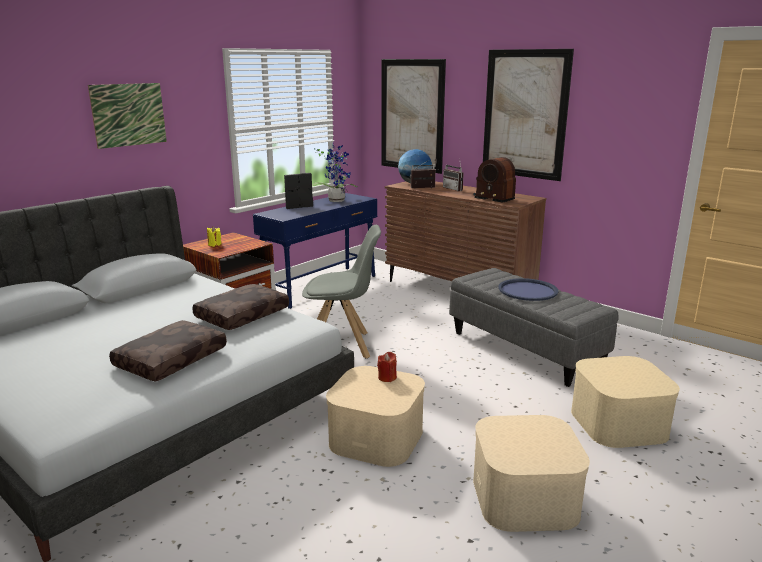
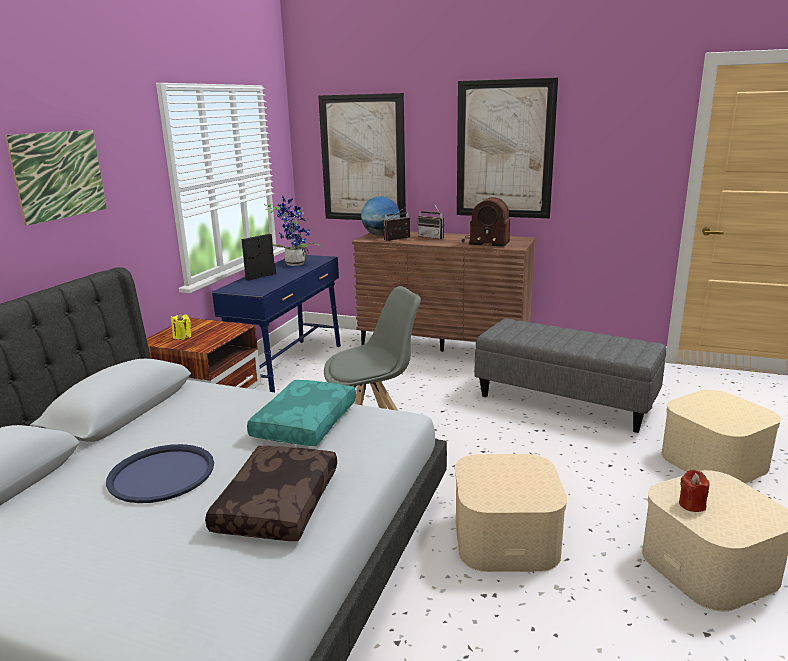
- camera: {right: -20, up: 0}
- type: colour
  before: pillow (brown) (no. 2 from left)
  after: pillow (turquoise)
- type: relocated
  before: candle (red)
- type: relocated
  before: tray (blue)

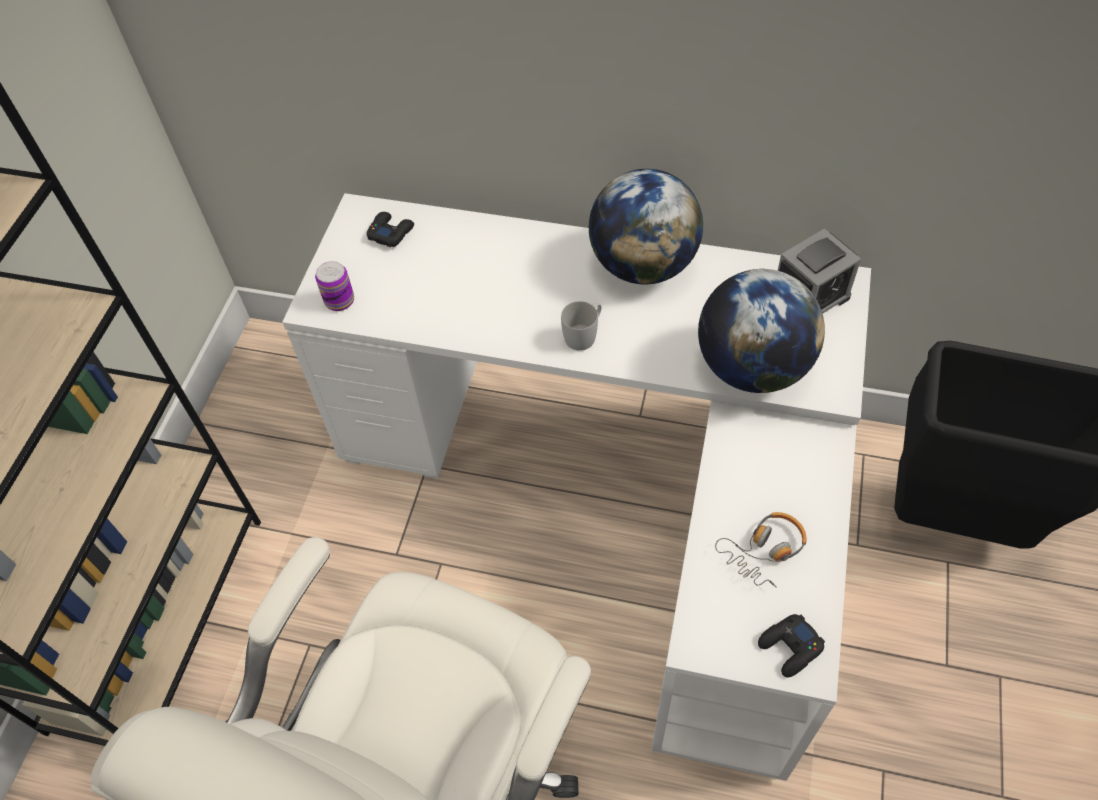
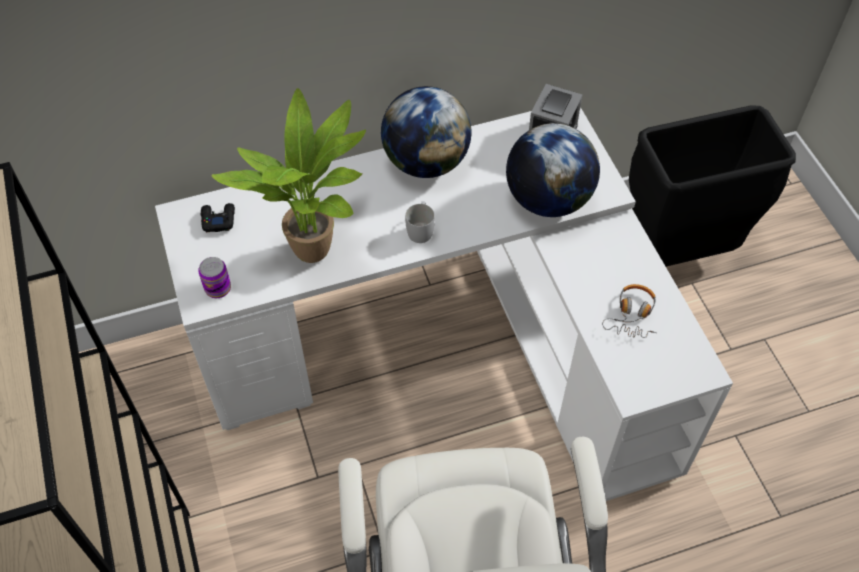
- camera: {right: -35, up: 0}
- type: missing
  before: game controller (black) (no. 2 from left)
- type: appeared
  after: potted plant

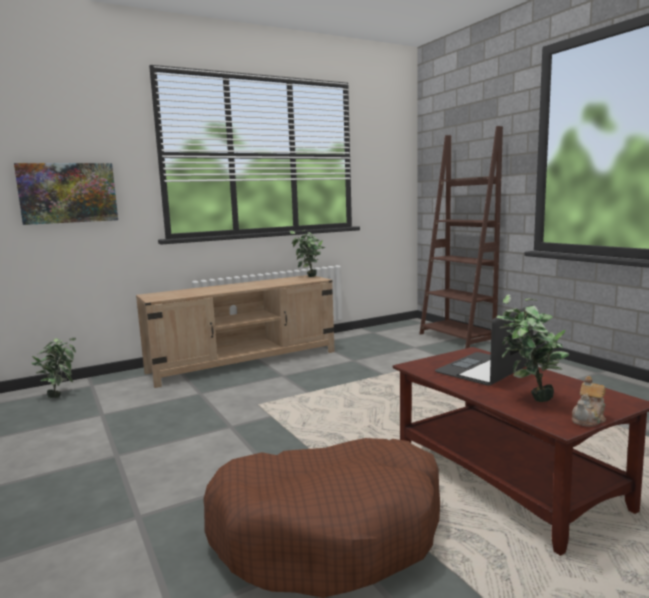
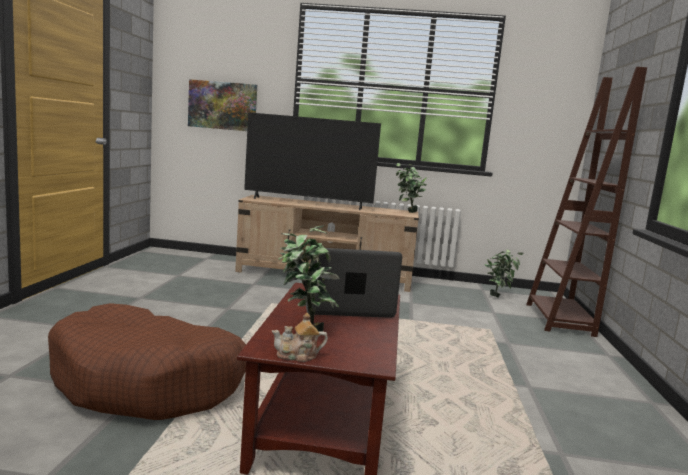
- camera: {right: 35, up: 0}
- type: relocated
  before: potted plant (no. 1 from left in the first image)
  after: potted plant (no. 3 from left)
- type: appeared
  after: television

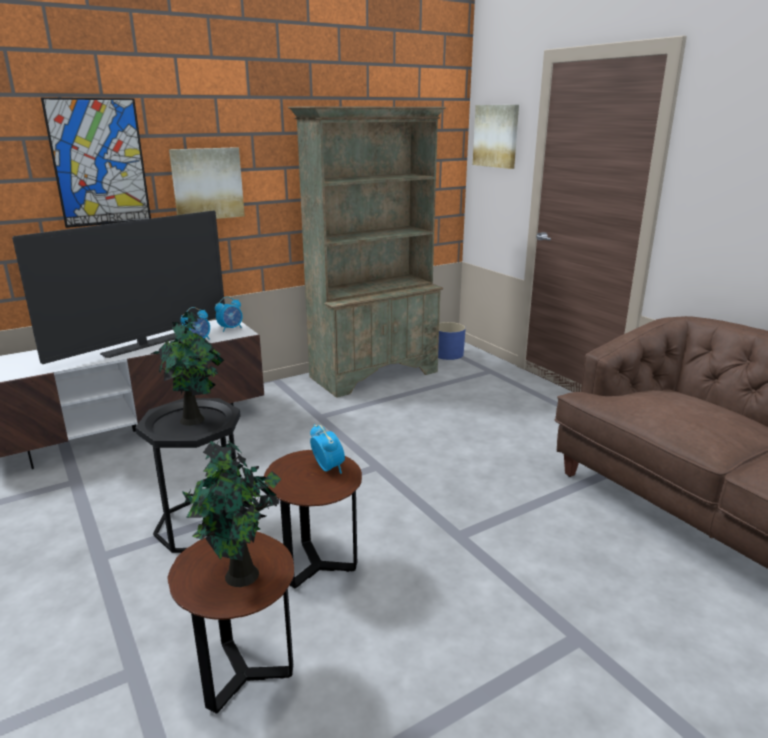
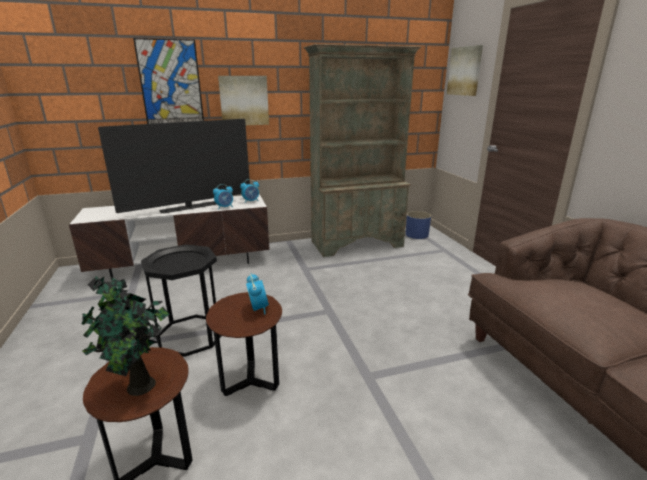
- camera: {right: 15, up: 0}
- type: missing
  before: potted plant (no. 1 from left)

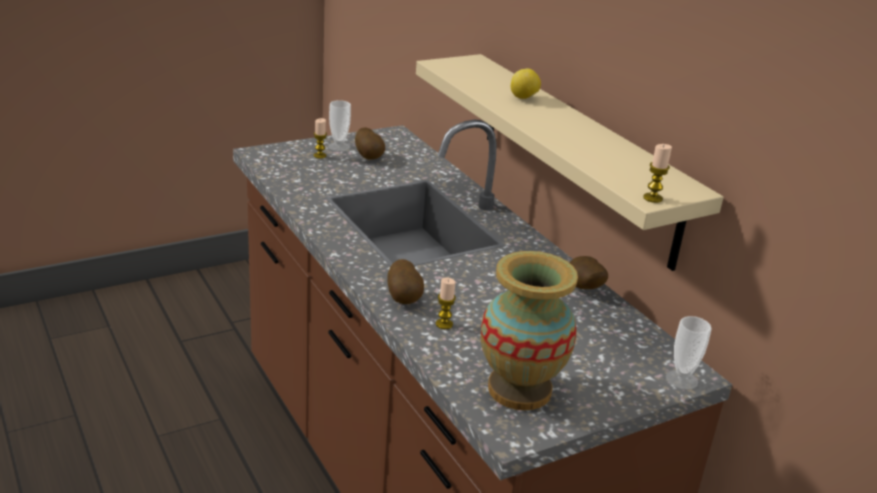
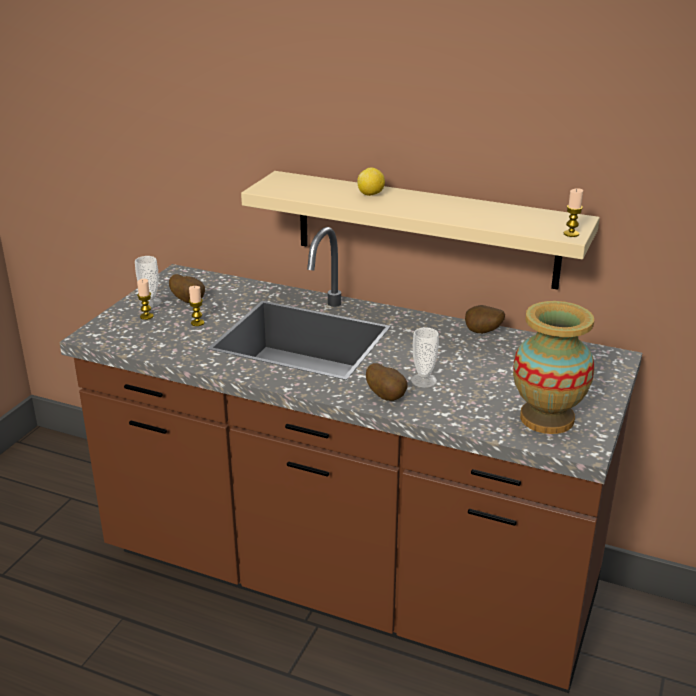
- camera: {right: -35, up: 0}
- type: relocated
  before: candle (no. 2 from left)
- type: relocated
  before: cup (no. 2 from left)

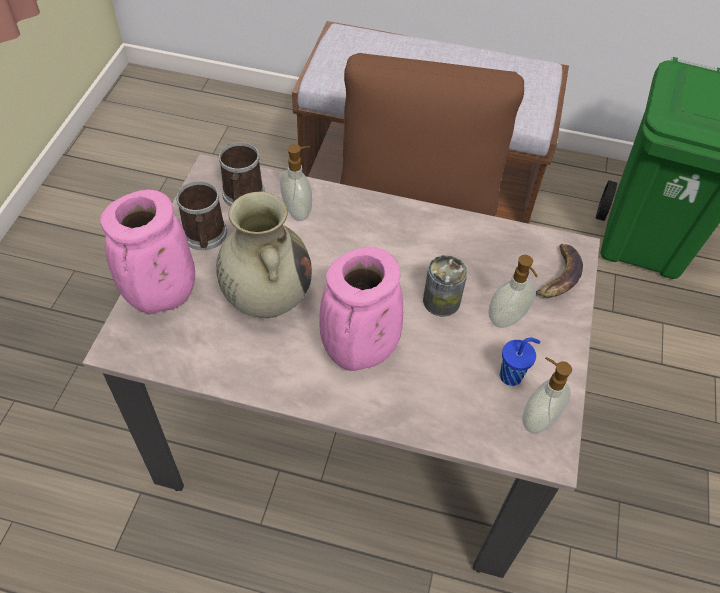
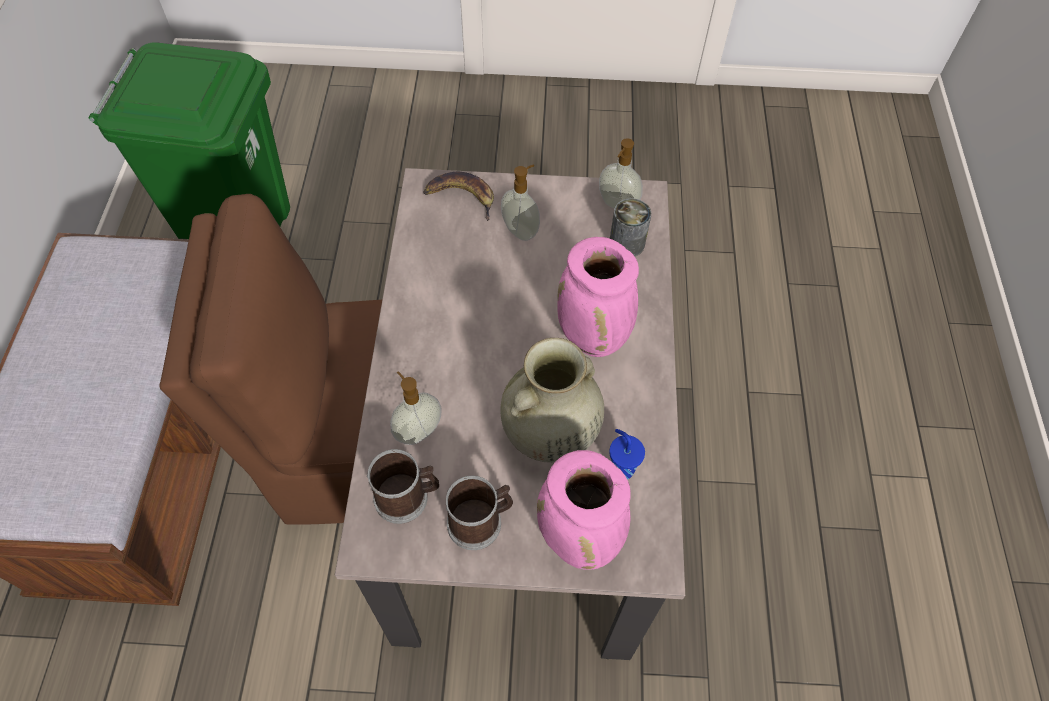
- camera: {right: -100, up: 5}
- type: relocated
  before: can
- type: relocated
  before: cup (blue)

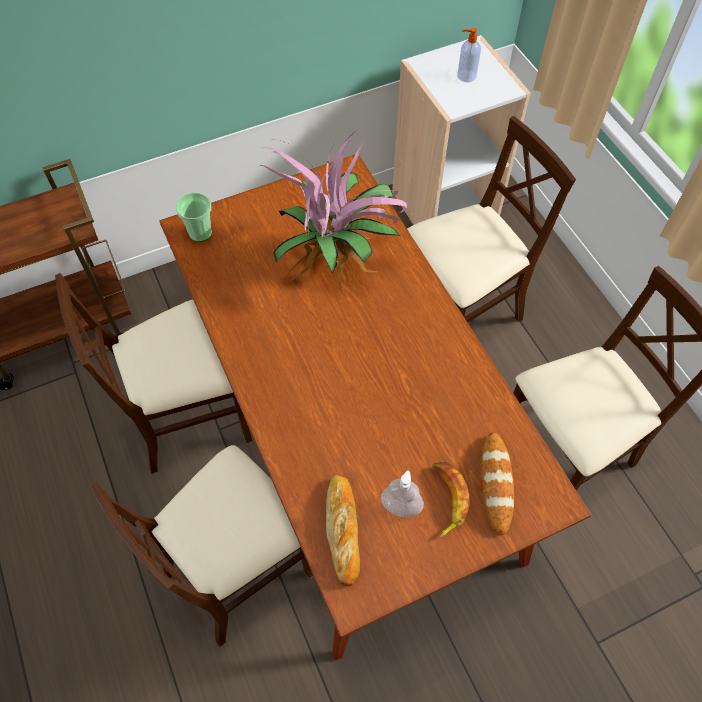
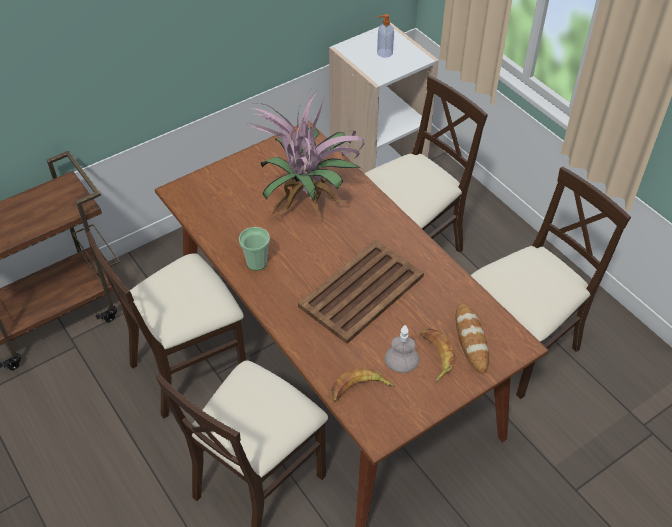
- camera: {right: -10, up: -10}
- type: relocated
  before: cup
- type: exchanged
  before: bread (no. 1 from left)
  after: banana (no. 1 from left)
- type: appeared
  after: tray (brown)

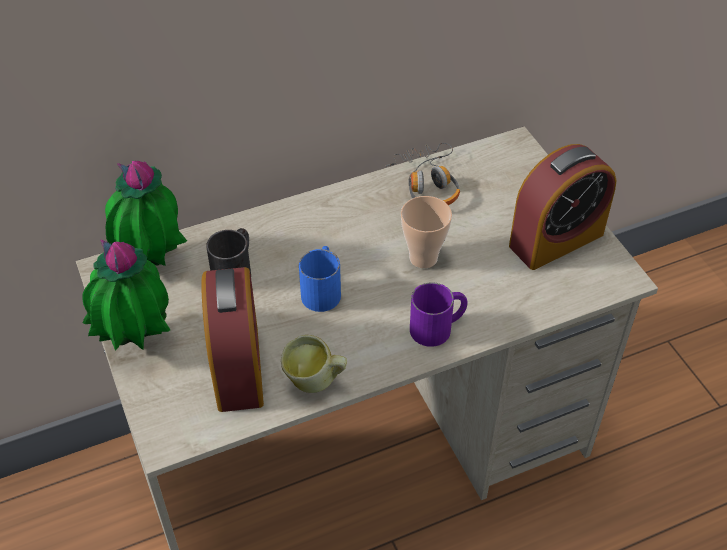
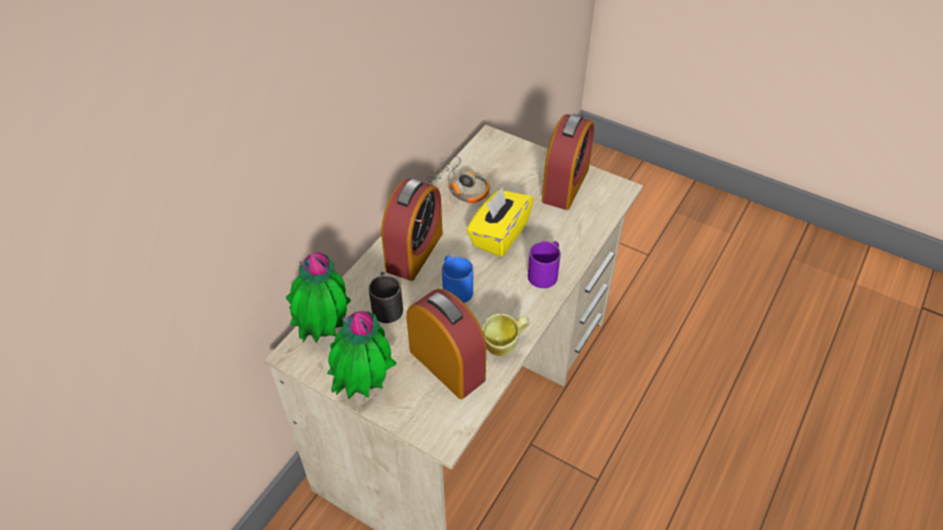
- camera: {right: -35, up: 0}
- type: exchanged
  before: cup
  after: tissue box (yellow)
- type: appeared
  after: alarm clock (no. 1 from left)

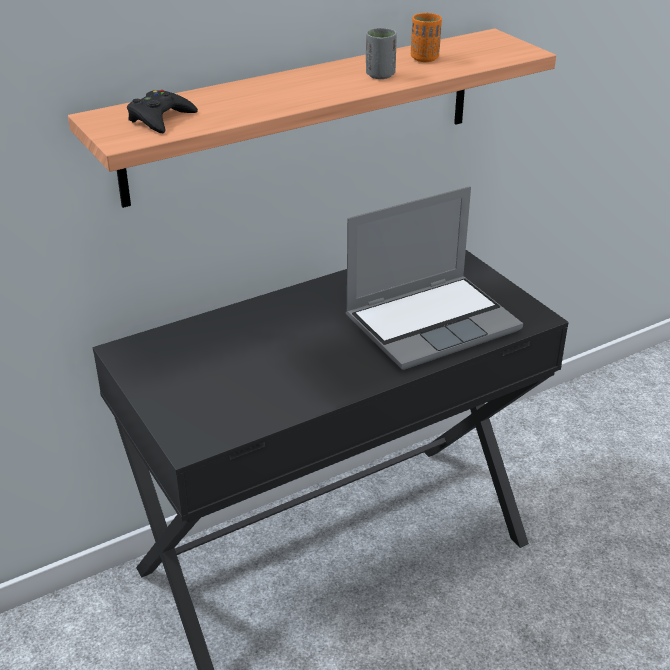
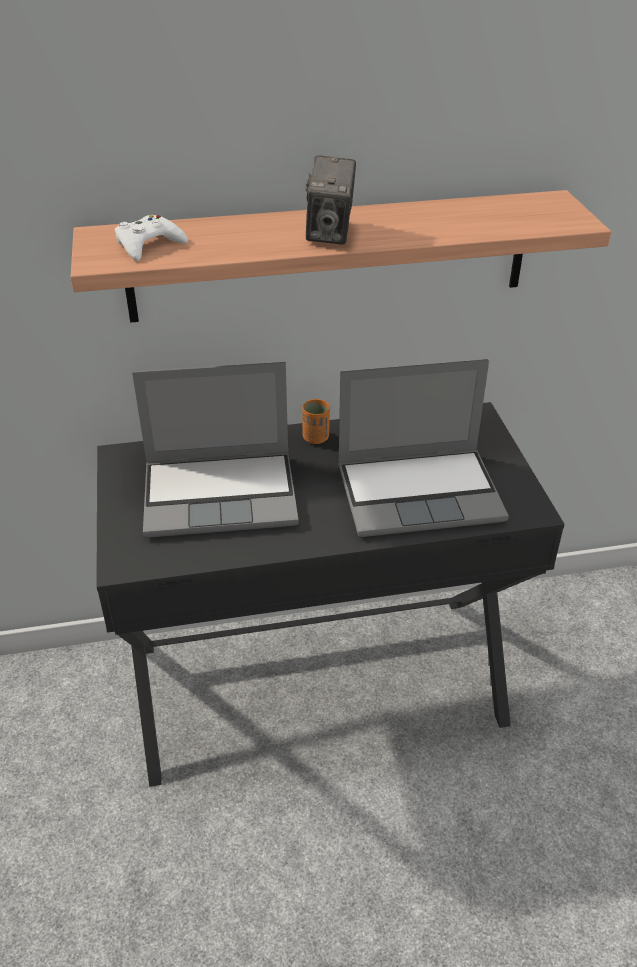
- camera: {right: 20, up: 5}
- type: colour
  before: game controller (black)
  after: game controller (white)
- type: missing
  before: cup (grey)
- type: relocated
  before: cup (orange)
- type: appeared
  after: laptop (no. 1 from left)
- type: appeared
  after: photo camera

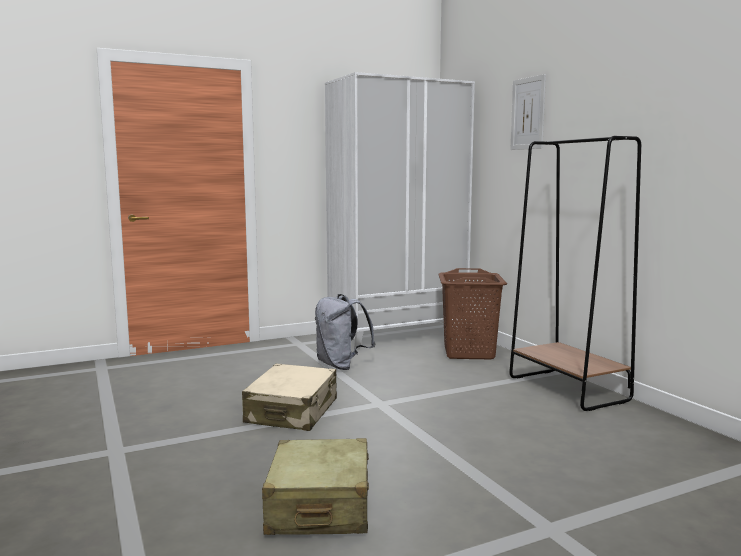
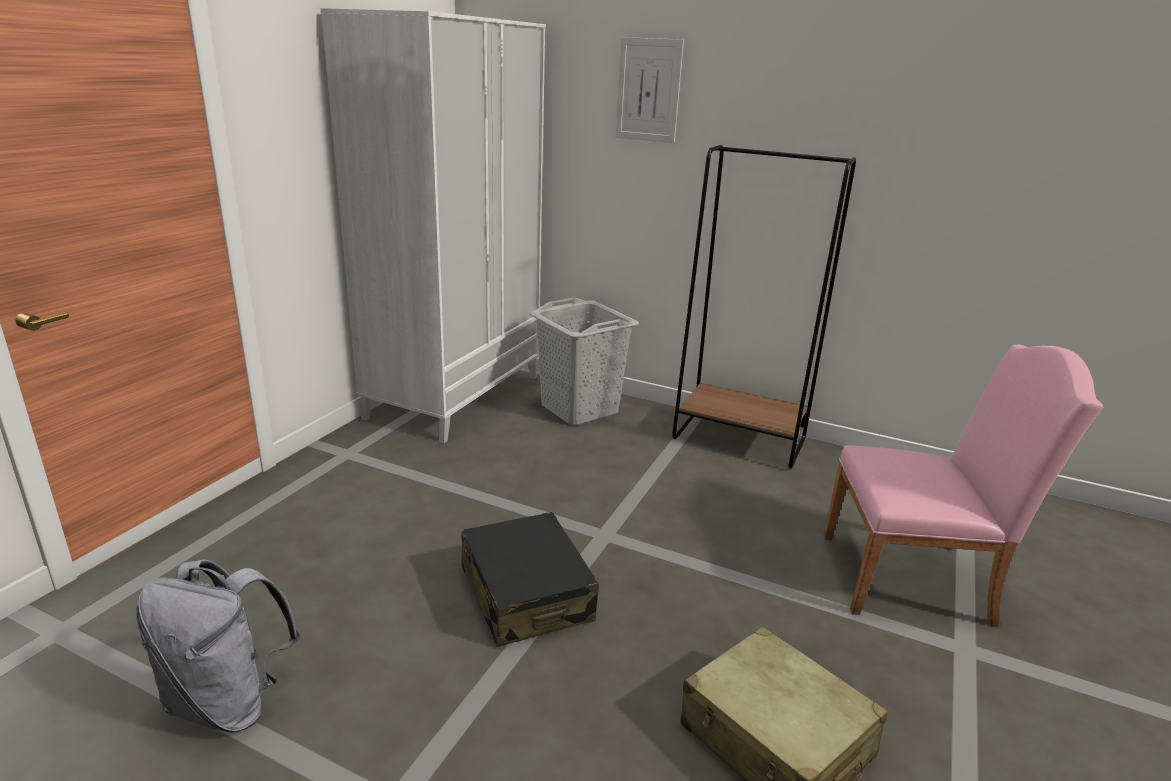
- camera: {right: -40, up: 15}
- type: colour
  before: suitcase (beige) (no. 1 from left)
  after: suitcase (black)
- type: relocated
  before: backpack (grey)
- type: colour
  before: laundry basket (brown)
  after: laundry basket (grey)
- type: appeared
  after: chair (pink)

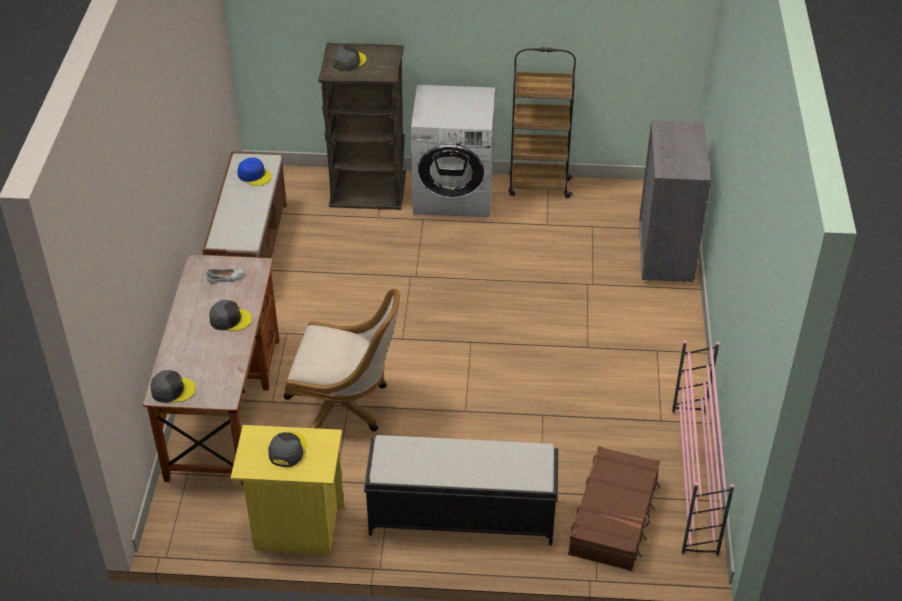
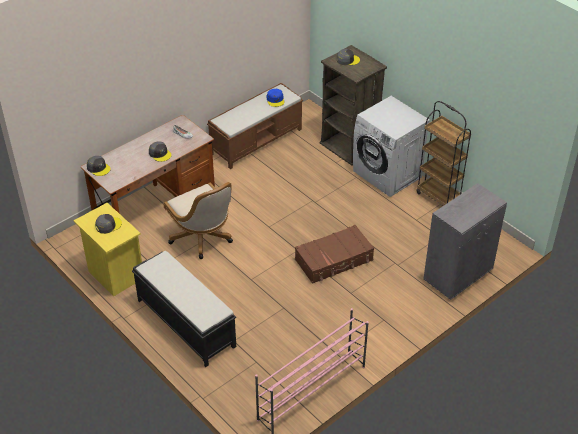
- camera: {right: 45, up: 0}
- type: relocated
  before: suitcase (brown)

